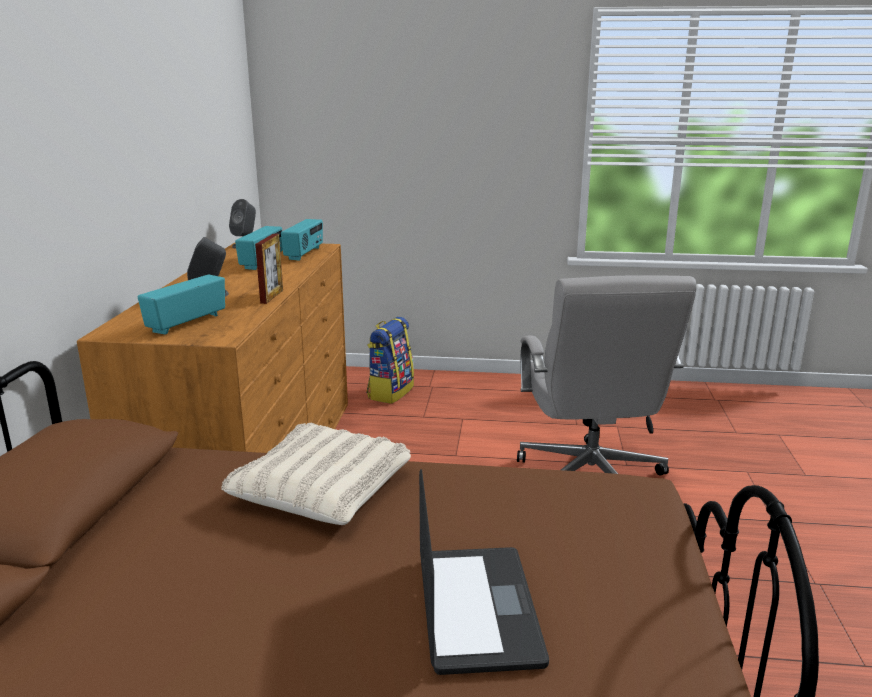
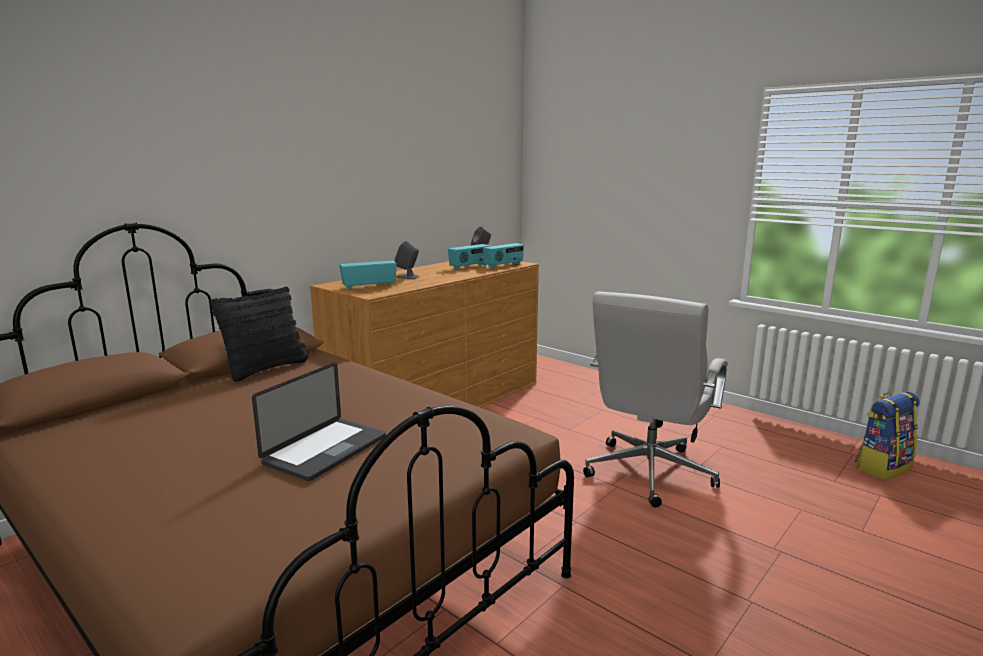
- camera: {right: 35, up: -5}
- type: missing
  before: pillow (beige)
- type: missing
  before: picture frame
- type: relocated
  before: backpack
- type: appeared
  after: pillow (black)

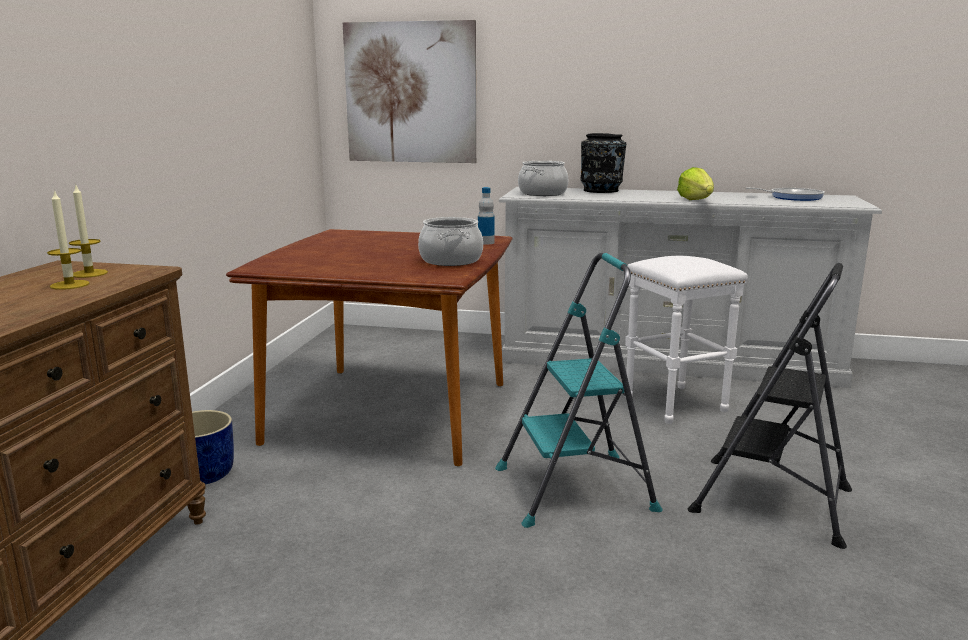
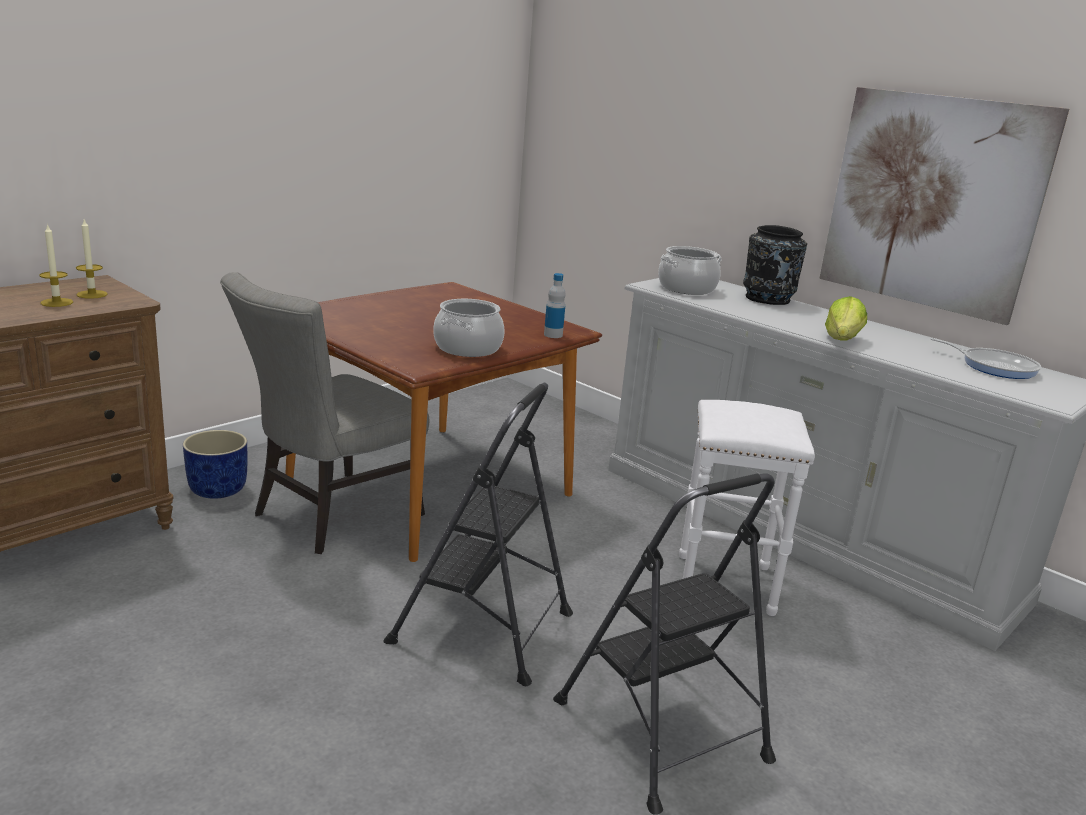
- camera: {right: 30, up: 5}
- type: relocated
  before: picture
- type: colour
  before: step ladder (turquoise)
  after: step ladder (black) (no. 1 from left)
- type: appeared
  after: chair (grey)

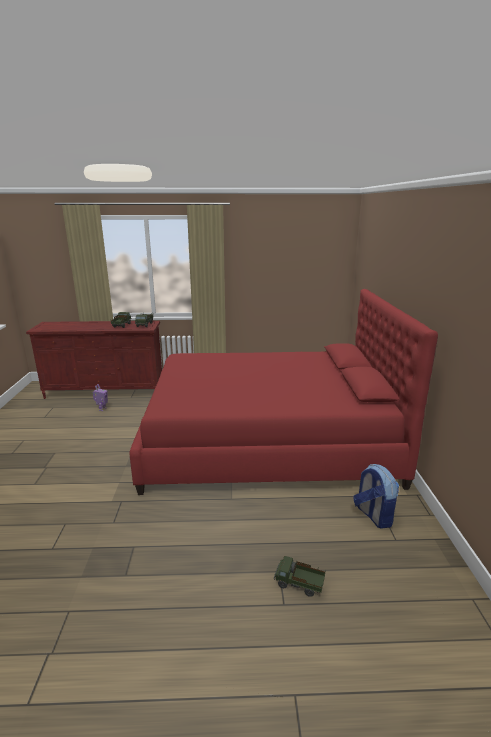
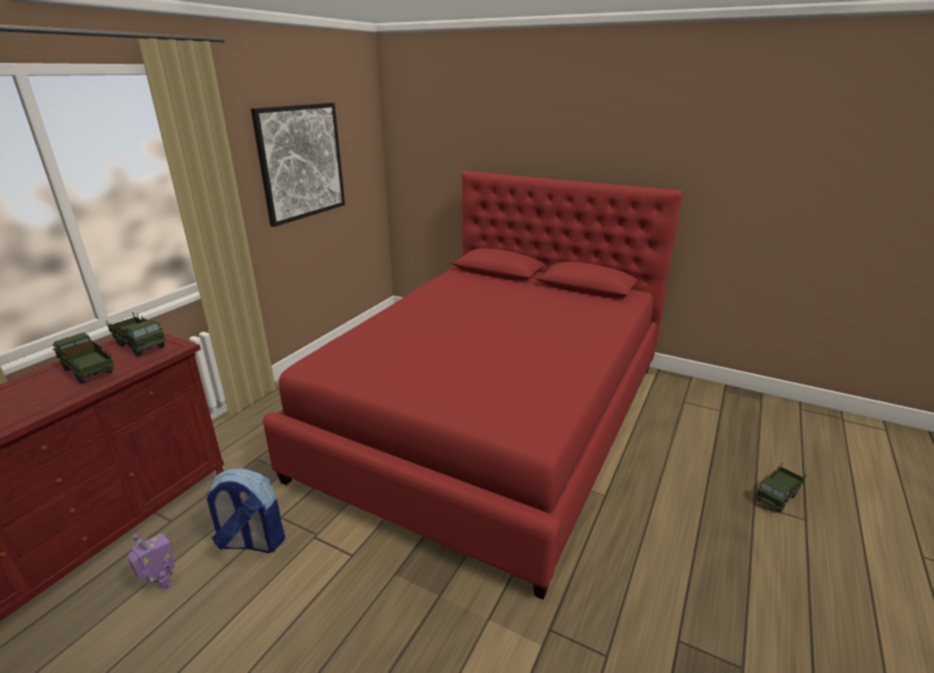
- camera: {right: -60, up: 5}
- type: relocated
  before: backpack
- type: appeared
  after: picture

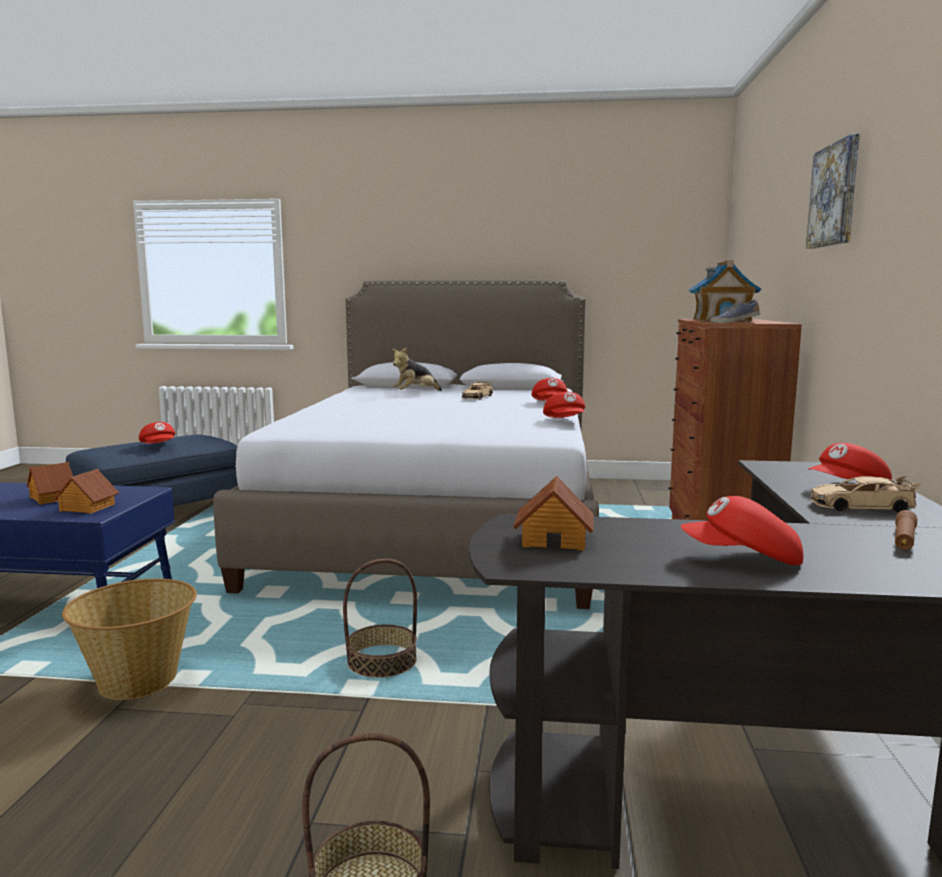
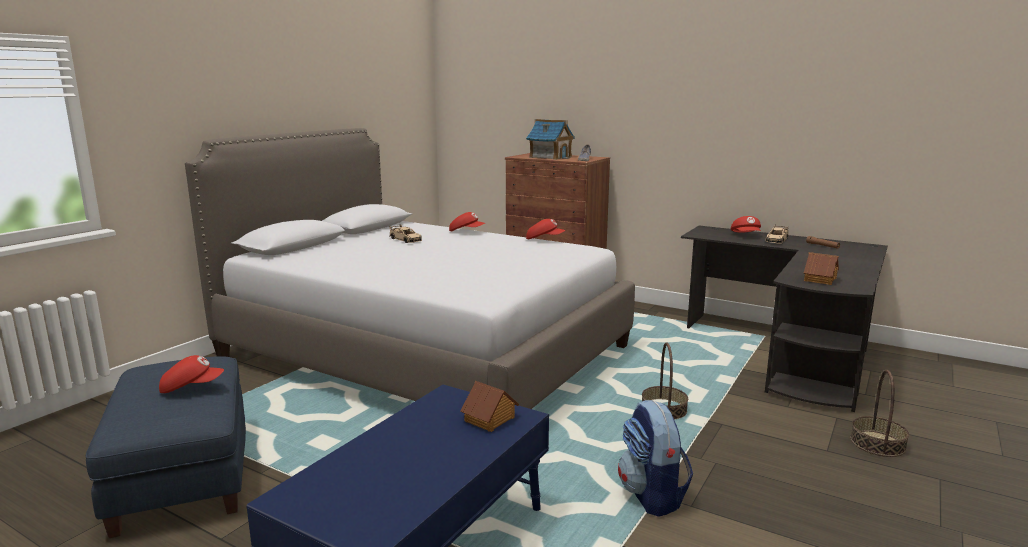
- camera: {right: -65, up: 5}
- type: missing
  before: toy house (no. 1 from left)
- type: exchanged
  before: basket (no. 1 from left)
  after: backpack
- type: missing
  before: plush toy
- type: missing
  before: cap (red) (no. 4 from left)
- type: missing
  before: picture

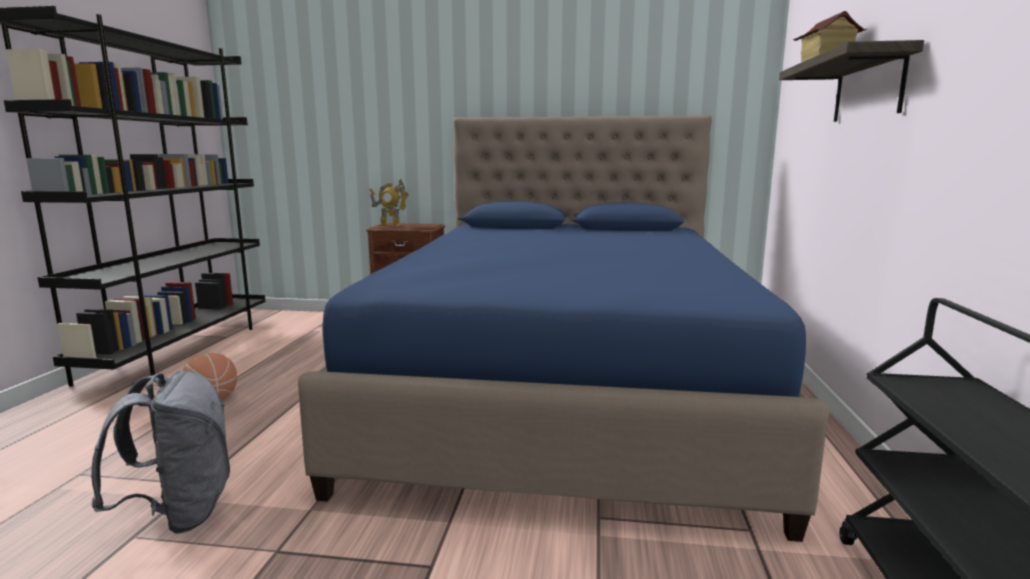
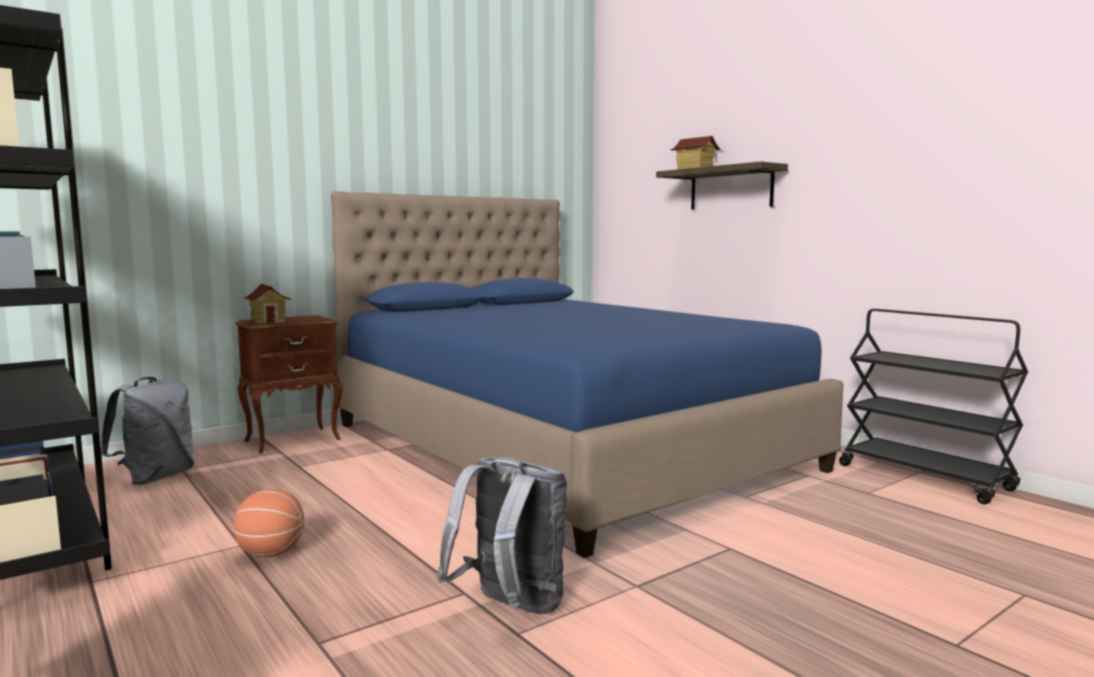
- camera: {right: -45, up: -5}
- type: exchanged
  before: toy robot
  after: toy house (no. 1 from left)
- type: appeared
  after: backpack (grey) (no. 1 from left)

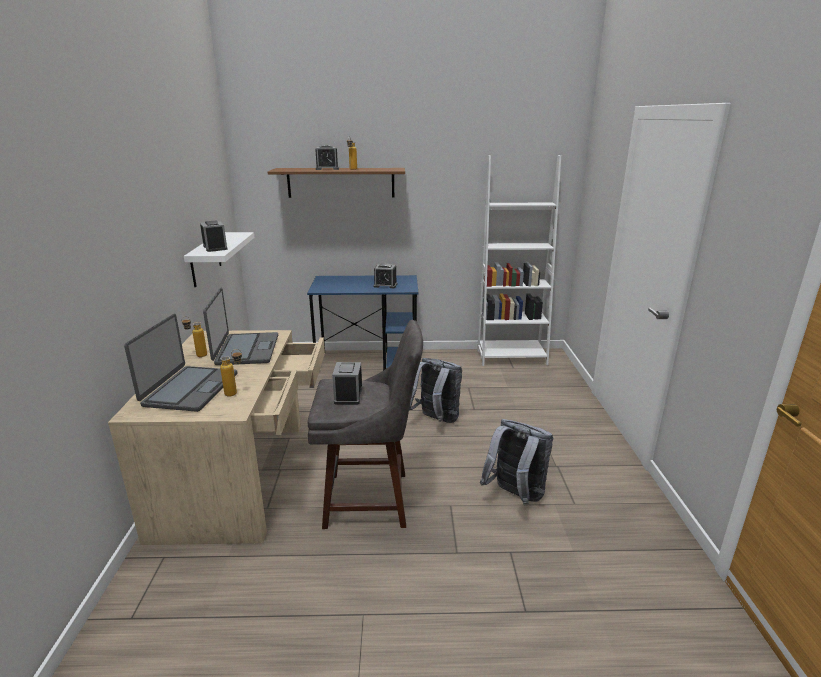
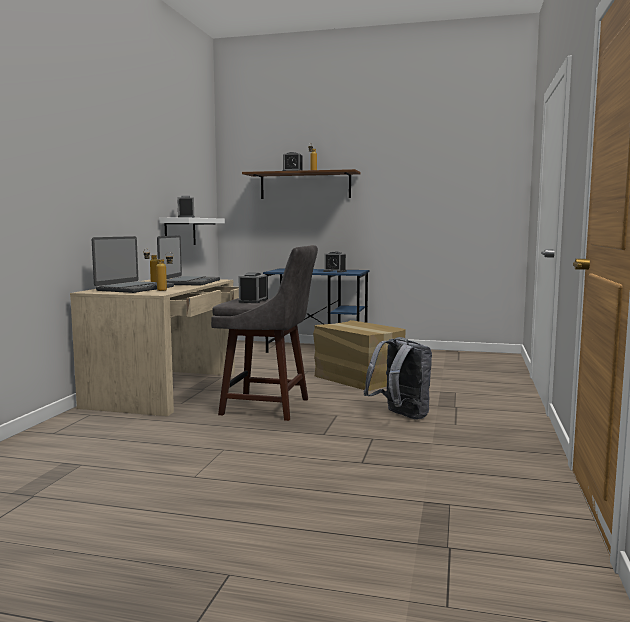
- camera: {right: 15, up: -15}
- type: exchanged
  before: backpack (grey) (no. 1 from left)
  after: cardboard box
- type: missing
  before: bookcase (white)

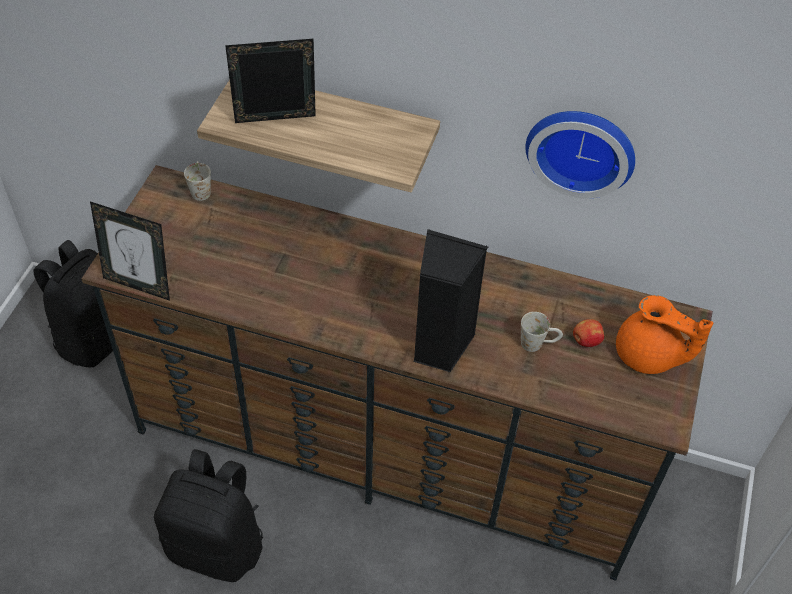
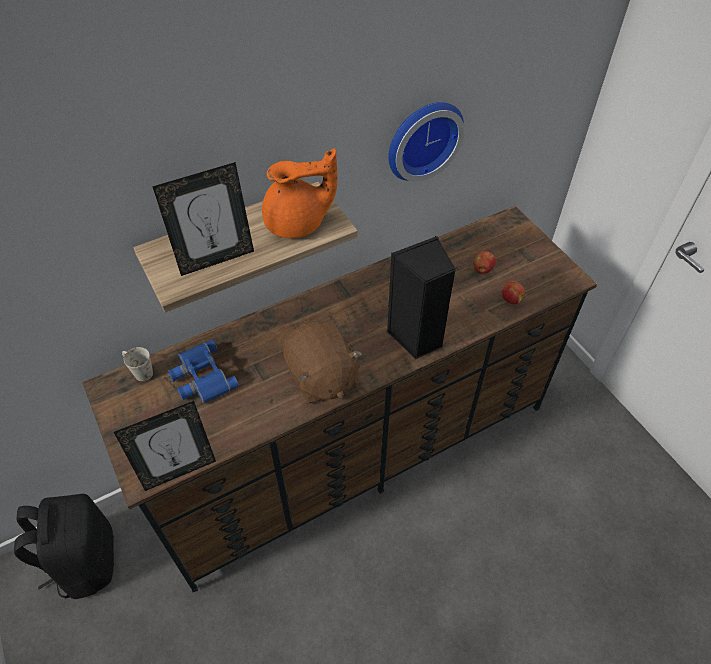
- camera: {right: -45, up: 0}
- type: missing
  before: backpack (black) (no. 2 from left)
- type: spun
  before: picture frame (no. 2 from left)
  turn: -150
- type: missing
  before: mug (white) (no. 2 from left)
- type: relocated
  before: teapot (orange)
- type: appeared
  after: binoculars (blue)
- type: appeared
  after: plush toy (brown)
- type: appeared
  after: apple (no. 2 from left)

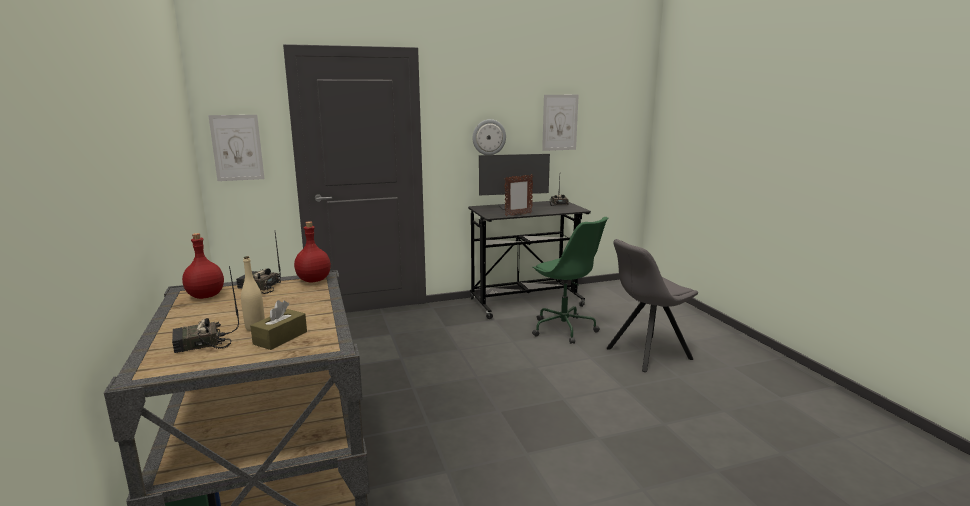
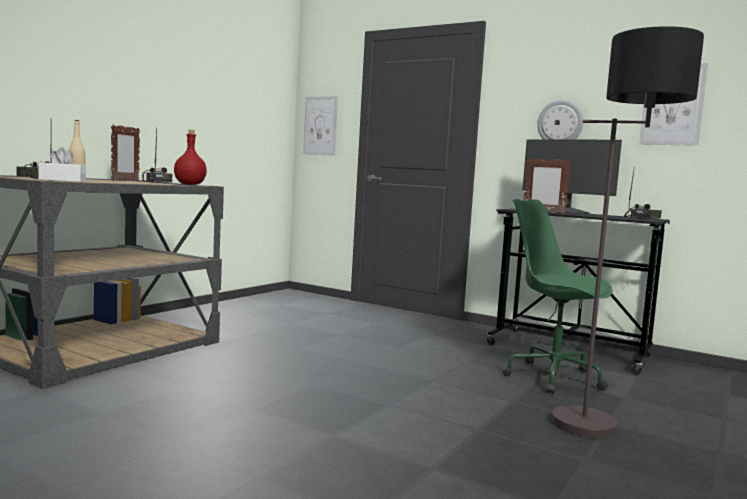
- camera: {right: 50, up: -10}
- type: exchanged
  before: bottle (red) (no. 1 from left)
  after: picture frame (no. 1 from left)
- type: colour
  before: tissue box (brown)
  after: tissue box (white)
- type: spun
  before: office chair (green)
  turn: 120
- type: exchanged
  before: chair (grey)
  after: floor lamp (black)

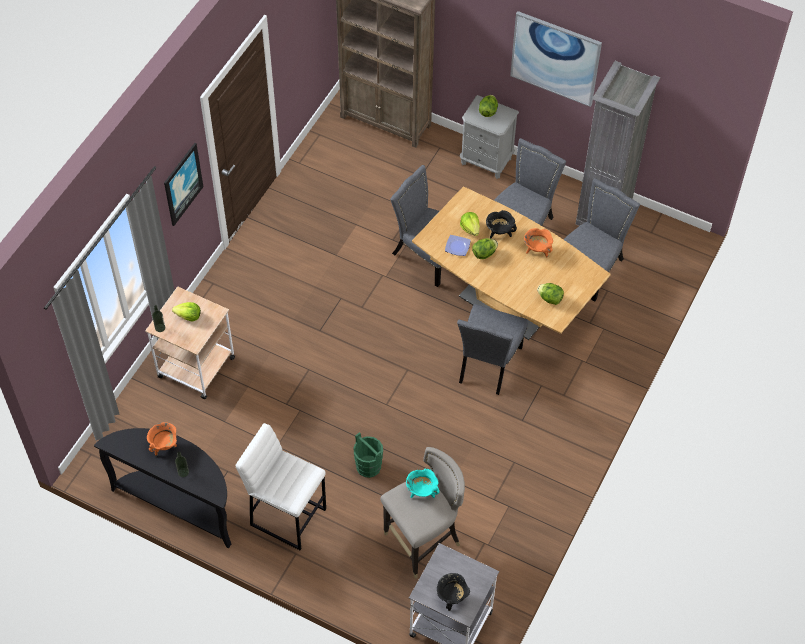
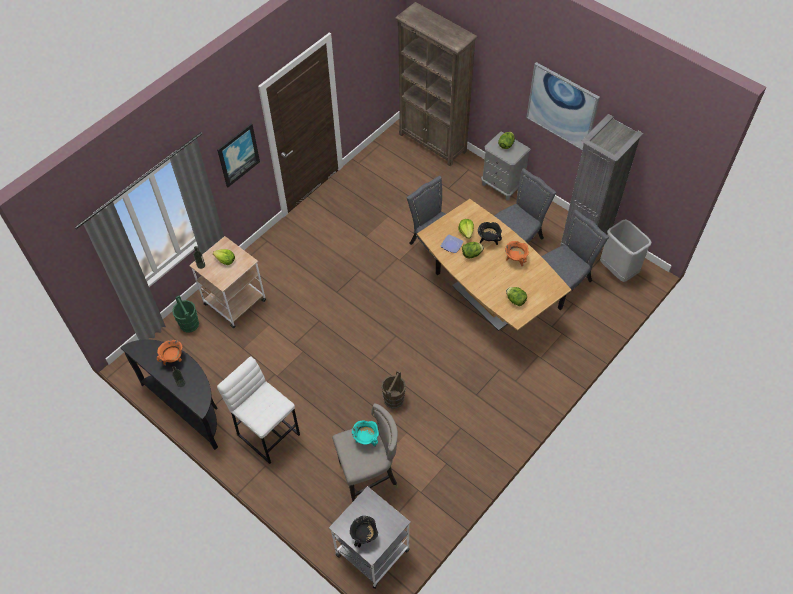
- camera: {right: 15, up: 0}
- type: relocated
  before: bucket (green)
- type: missing
  before: chair (grey) (no. 2 from left)
- type: appeared
  after: bucket (brown)
- type: appeared
  after: trash can (grey)

